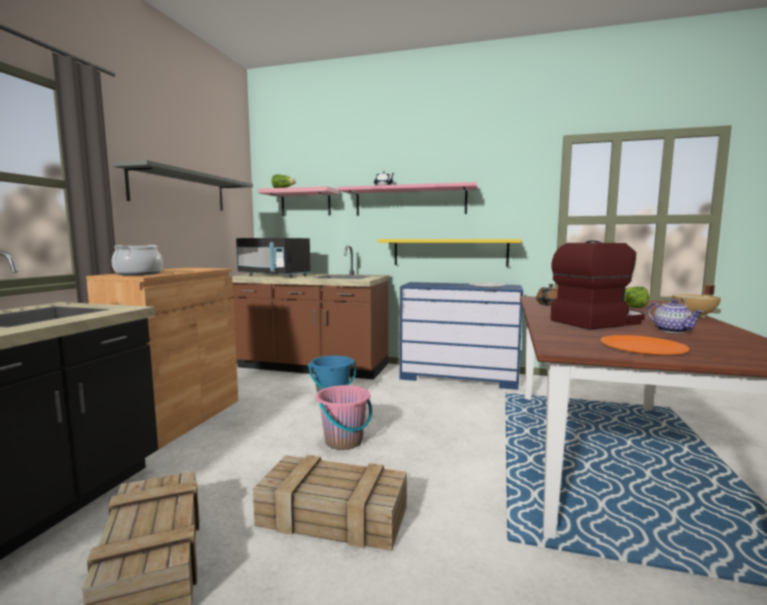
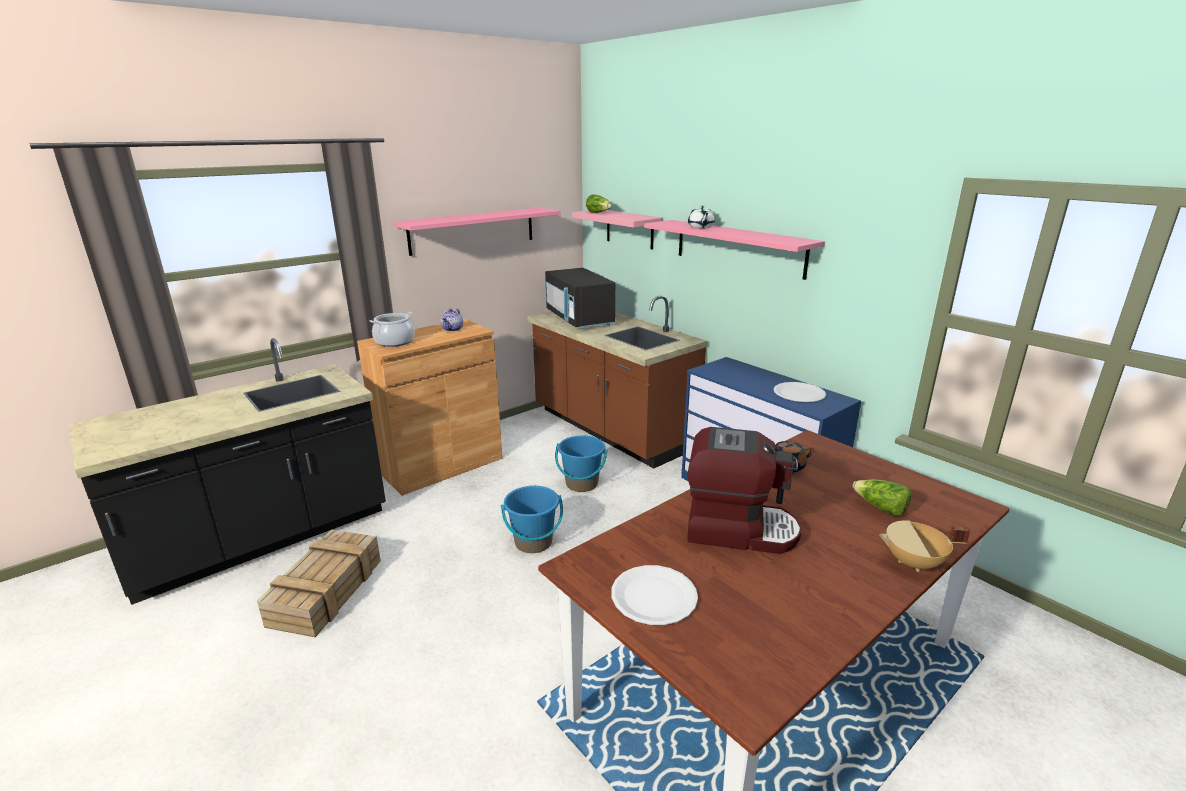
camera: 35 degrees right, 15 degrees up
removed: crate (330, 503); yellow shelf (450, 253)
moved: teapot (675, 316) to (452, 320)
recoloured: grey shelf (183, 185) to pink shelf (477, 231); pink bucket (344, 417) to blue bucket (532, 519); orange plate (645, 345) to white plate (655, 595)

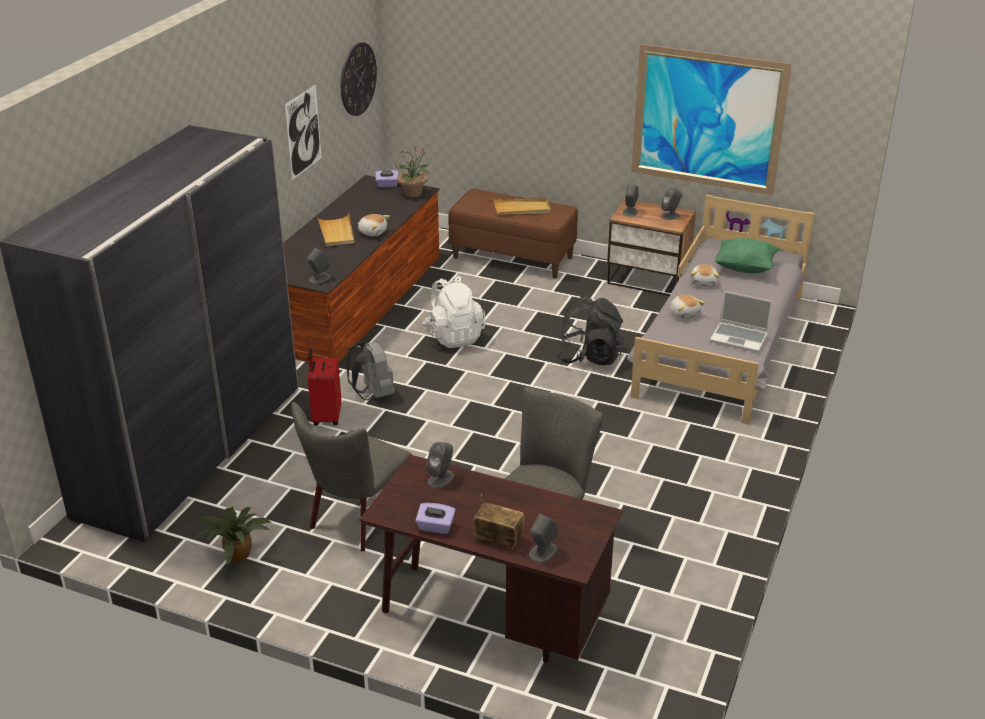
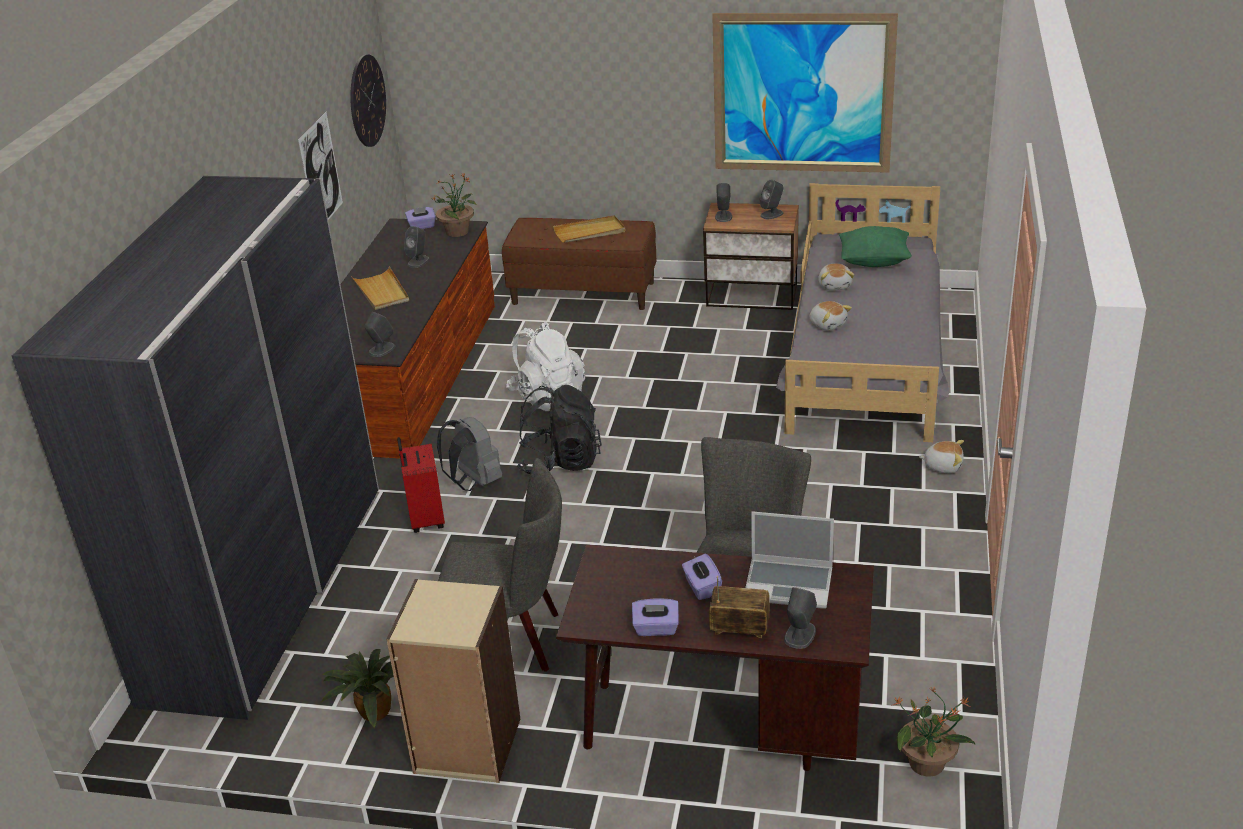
camera: 10 degrees left, 0 degrees up
added: beige bookcase (453, 681); purple tissue box (702, 577); potted plant (933, 732)
moved: plush toy (373, 225) to (941, 457); grey speaker (440, 465) to (417, 247); black backpack (589, 330) to (559, 429); laptop (741, 322) to (789, 560)
turned: grey chair (351, 476) = (500, 565) 105 degrees counterclockwise

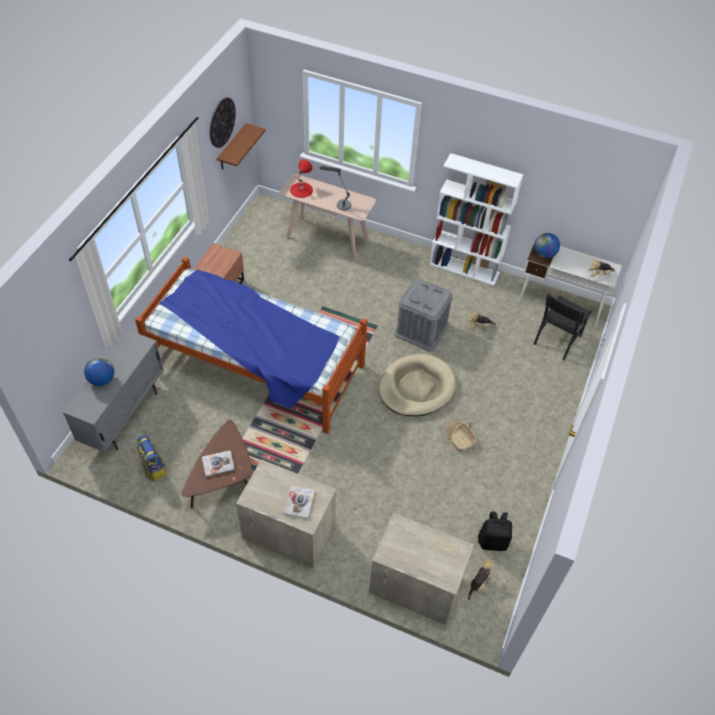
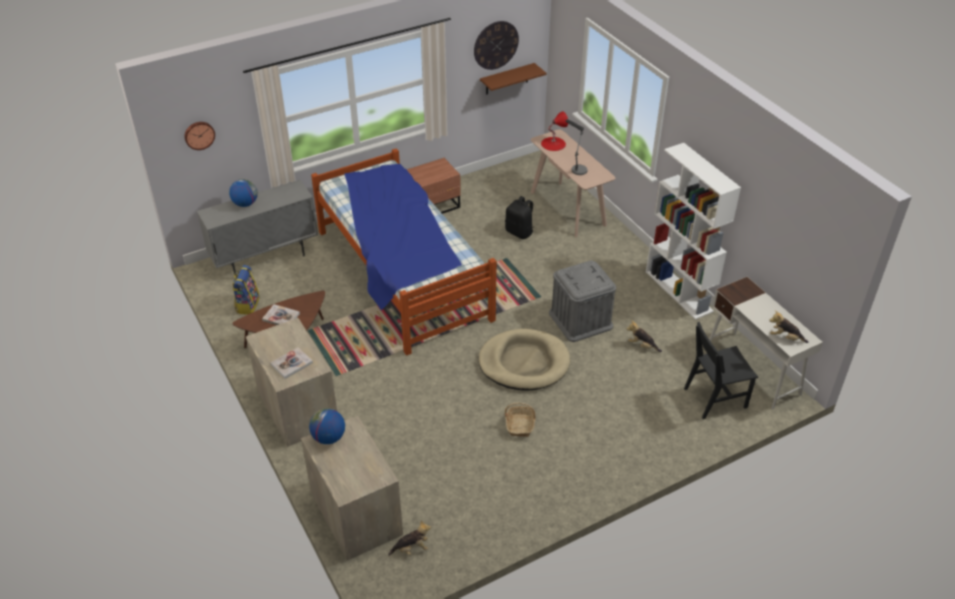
camera: 40 degrees right, 10 degrees down
added: wall clock (199, 136)
moved: black backpack (495, 531) to (519, 217); globe (547, 245) to (327, 426)

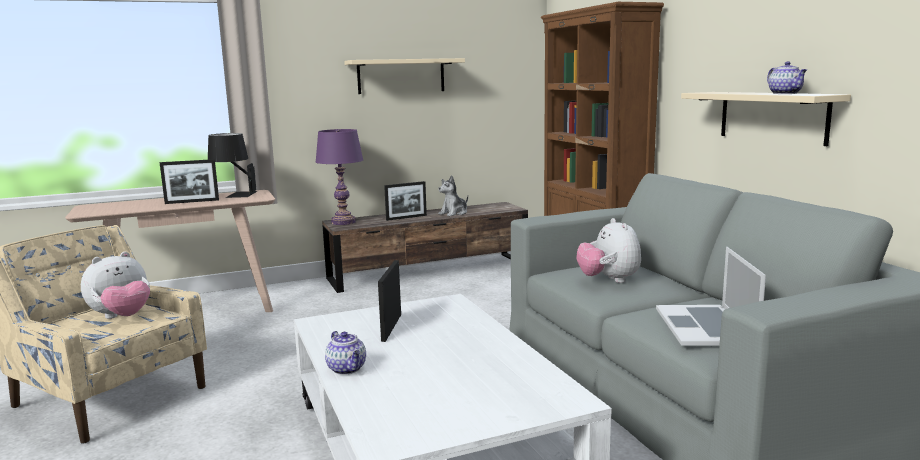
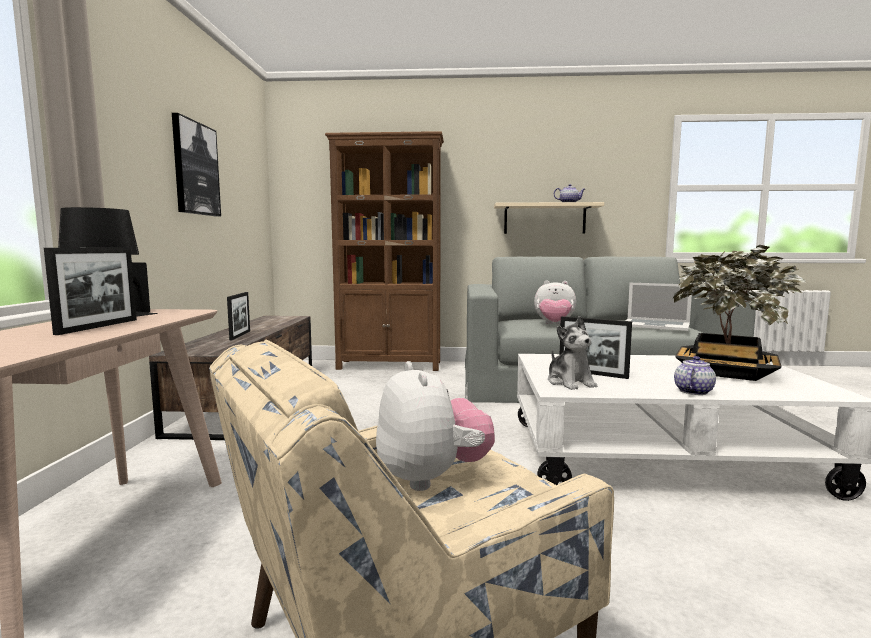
camera: 65 degrees left, 5 degrees down
removed: purple table lamp (339, 177)
added: potted plant (739, 313)
moved: plush toy (453, 195) to (572, 353)
replaced: beige shelf (404, 76) to picture (196, 165)
turned: teapot (345, 353) = (695, 375) 45 degrees counterclockwise

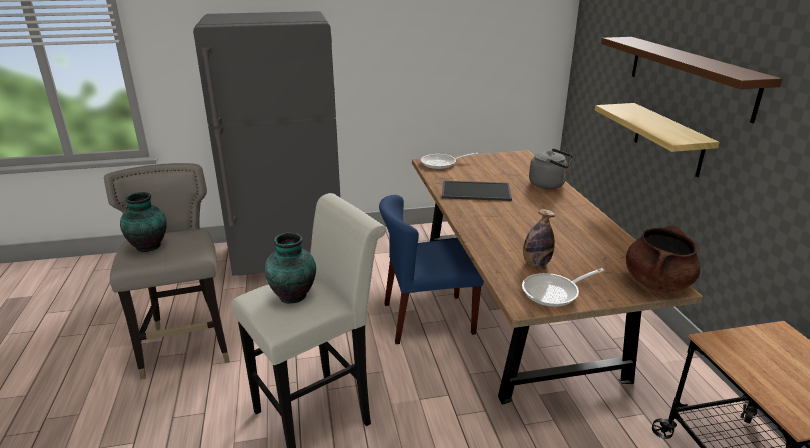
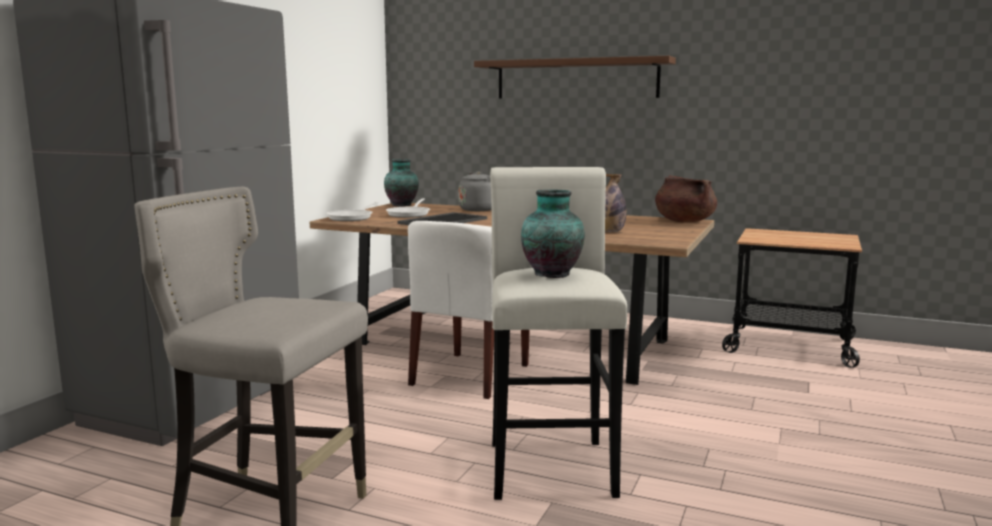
camera: 55 degrees left, 15 degrees down
removed: shelf (657, 140)
moved: vase (143, 222) to (401, 183); frying pan (563, 287) to (408, 208)
recoloured: blue chair (431, 269) to white chair (469, 310)

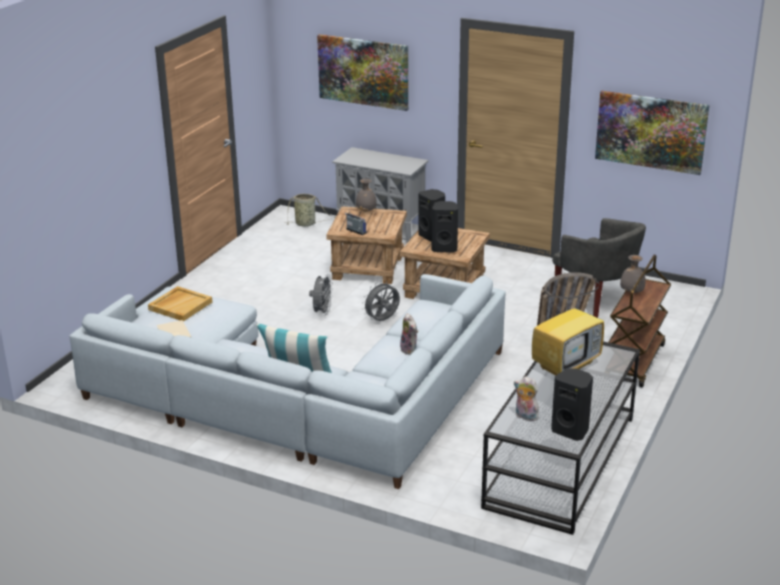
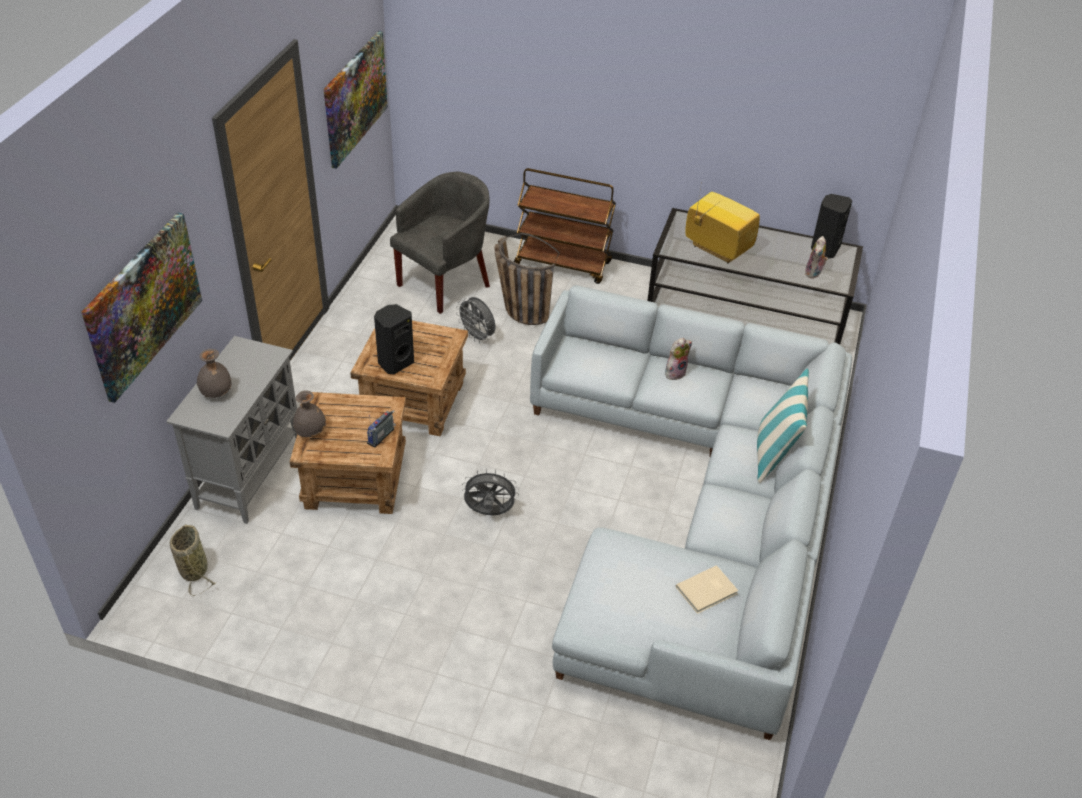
camera: 100 degrees left, 15 degrees up
removed: beige tray (180, 303); black speaker (445, 227)
moved: grey fan (381, 301) to (475, 320); grey vase (633, 274) to (214, 373)

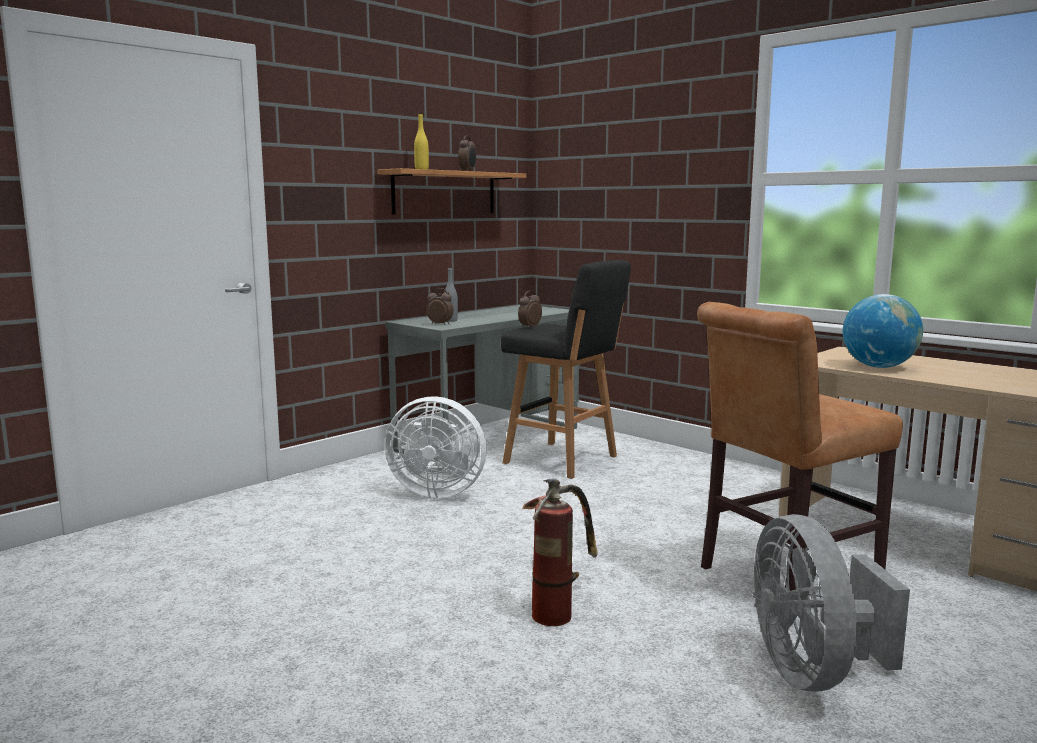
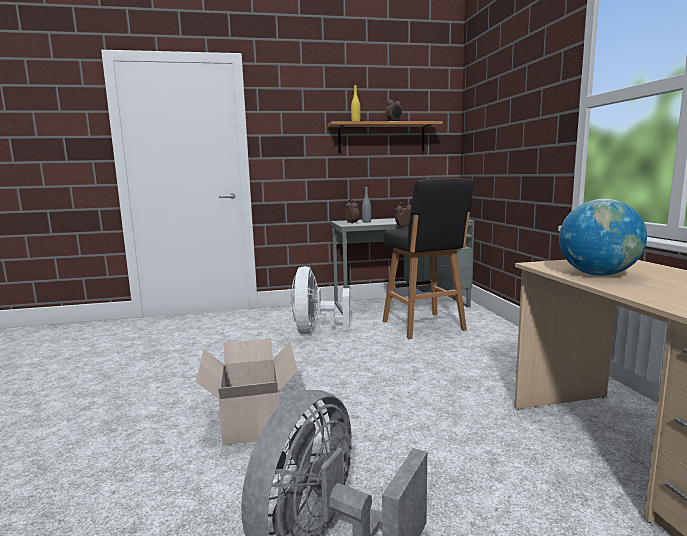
camera: 35 degrees right, 0 degrees up
removed: brown chair (800, 446)
replaced: fire extinguisher (560, 552) to cardboard box (247, 392)
turned: white fan (436, 447) = (320, 300) 45 degrees clockwise

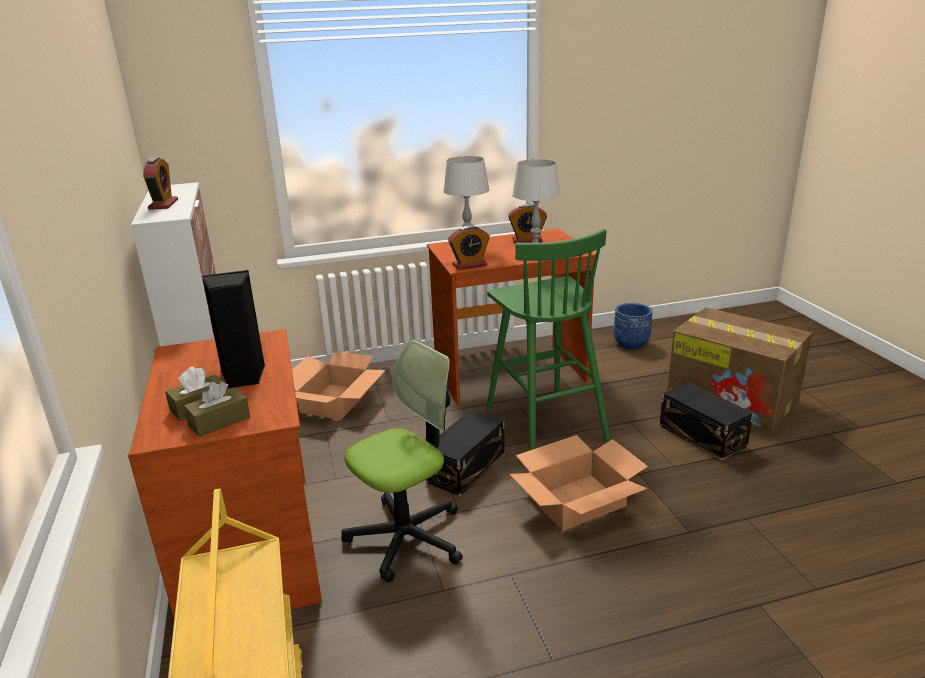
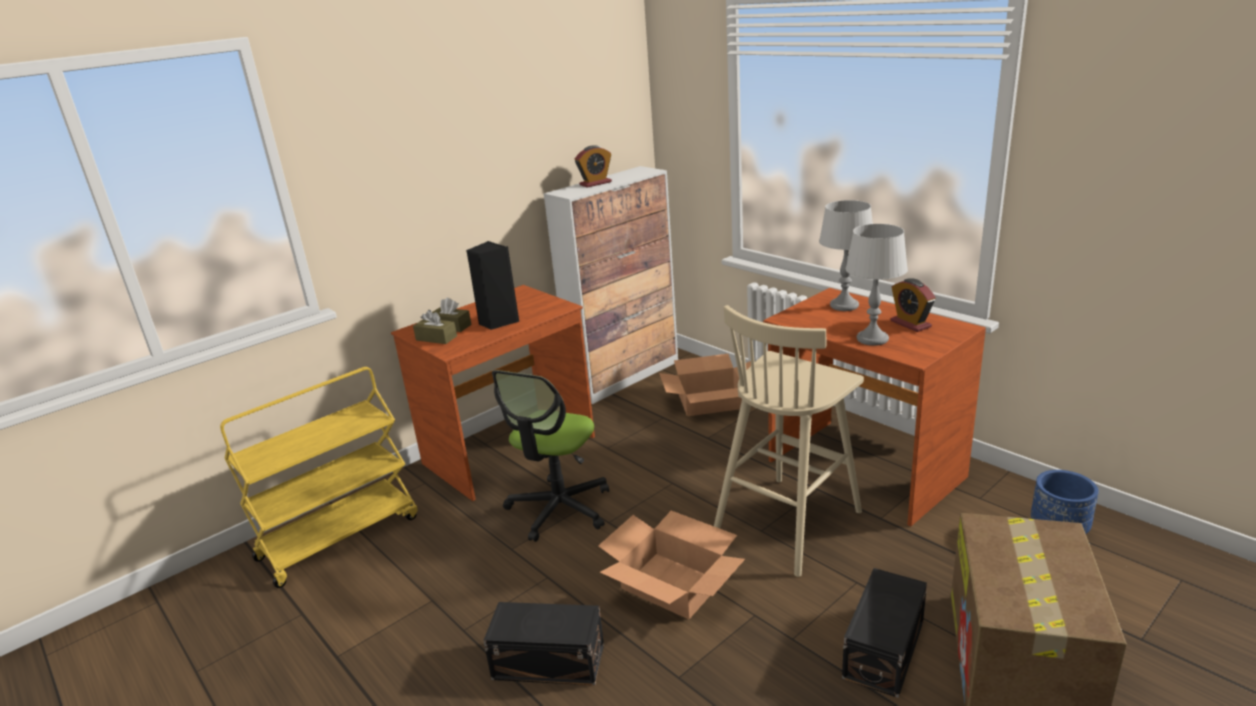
camera: 65 degrees right, 0 degrees up
removed: alarm clock (469, 247)
moved: black storage box (465, 453) to (543, 643)
recoloured: green stool (548, 340) to beige stool (789, 441)
turned: office chair (402, 460) = (550, 456) 90 degrees clockwise

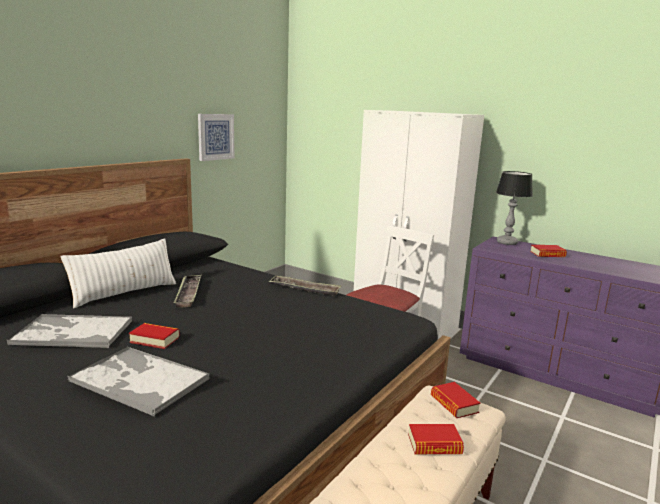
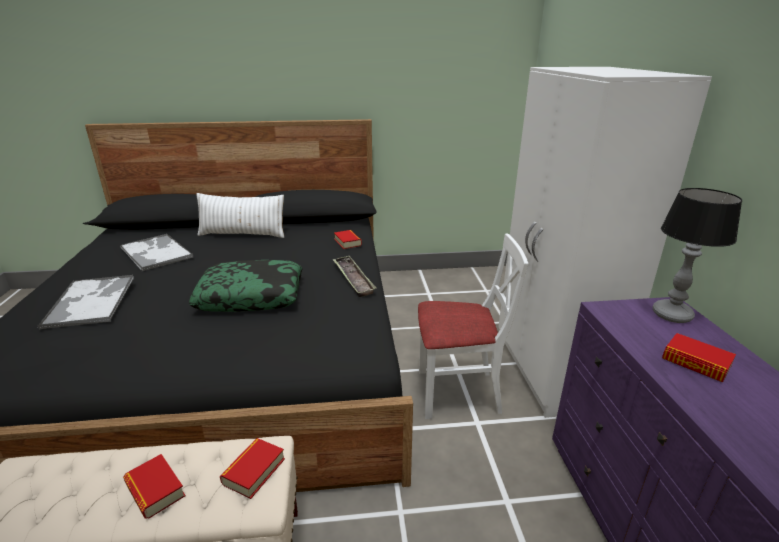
camera: 50 degrees right, 10 degrees up
removed: tray (188, 291); picture (216, 137)
added: pillow (246, 286)
moved: book (154, 336) to (348, 239)

